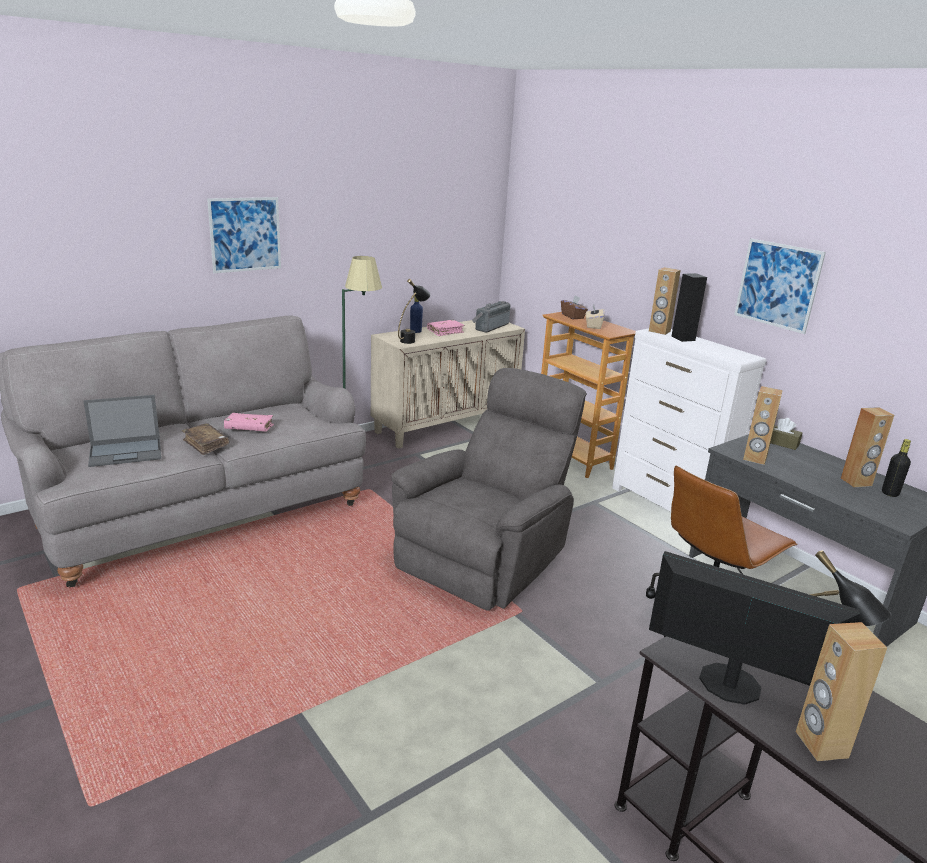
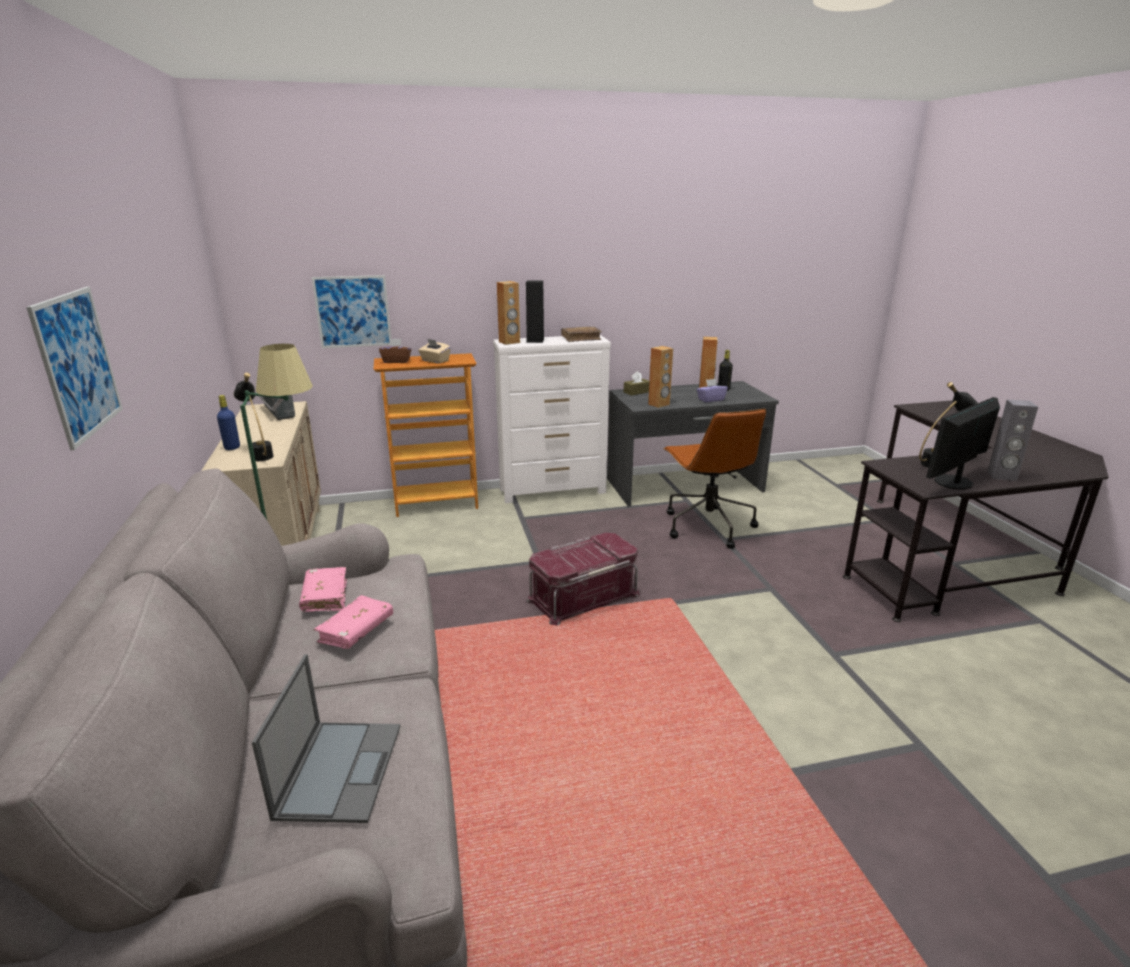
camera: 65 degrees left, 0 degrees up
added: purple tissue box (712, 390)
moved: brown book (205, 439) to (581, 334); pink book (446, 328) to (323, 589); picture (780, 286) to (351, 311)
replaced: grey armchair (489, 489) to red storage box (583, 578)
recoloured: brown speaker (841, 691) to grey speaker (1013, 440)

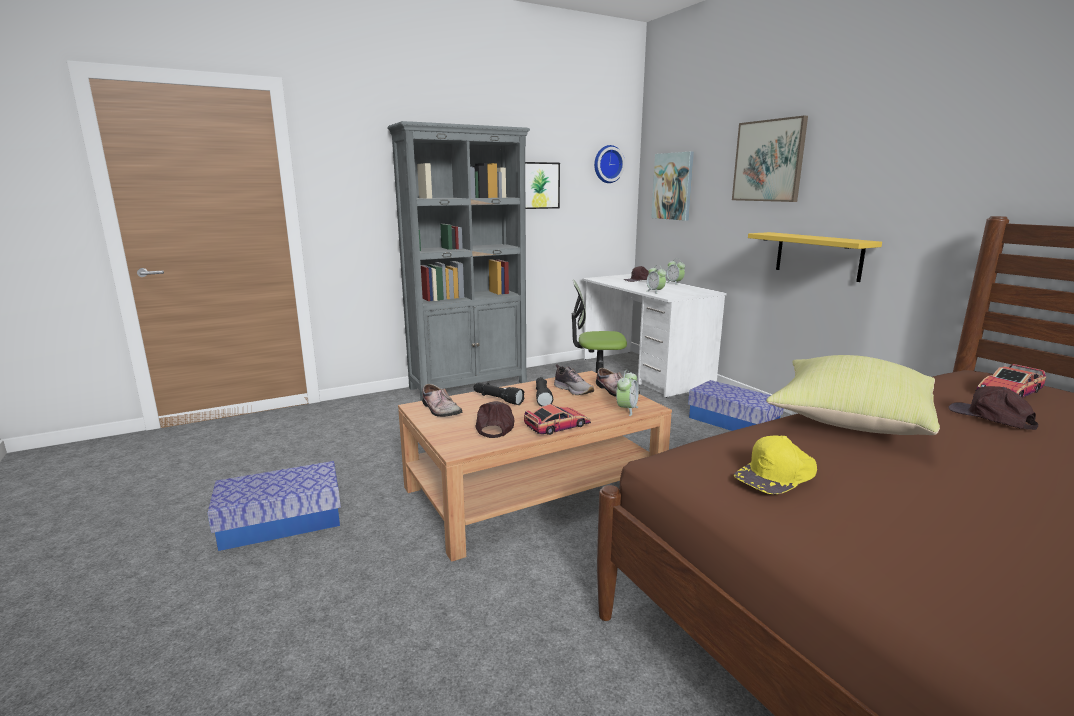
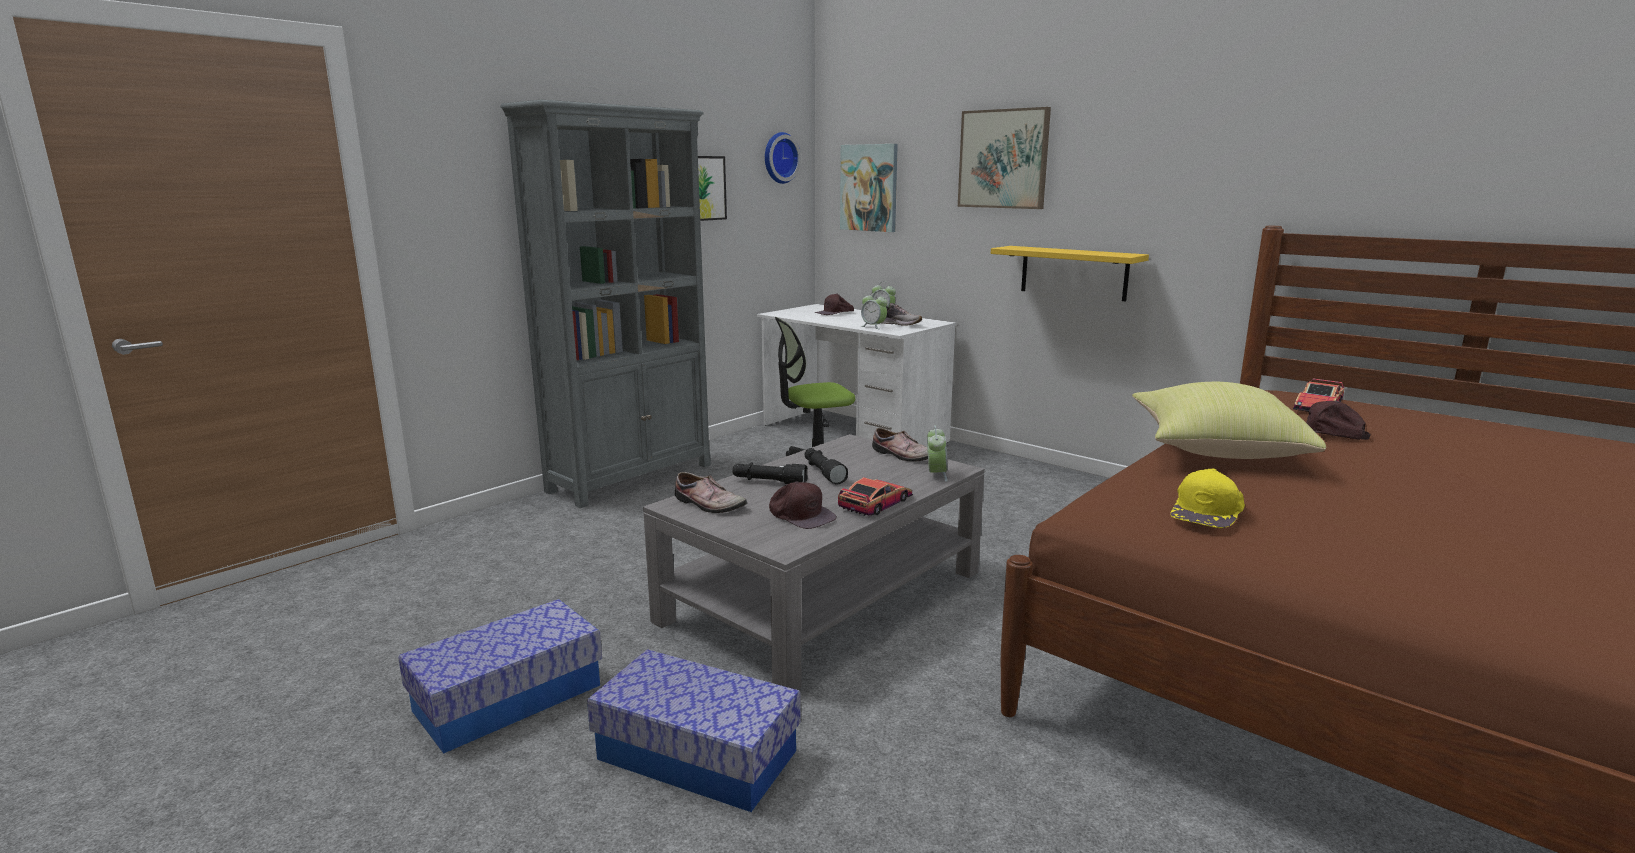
camera: 20 degrees left, 0 degrees up
moved: shoe (574, 379) to (902, 314); storage box (736, 405) to (694, 730)
recoloured: brown coffee table (535, 466) to grey coffee table (814, 562)
turned: brown cap (495, 419) = (803, 505) 150 degrees clockwise

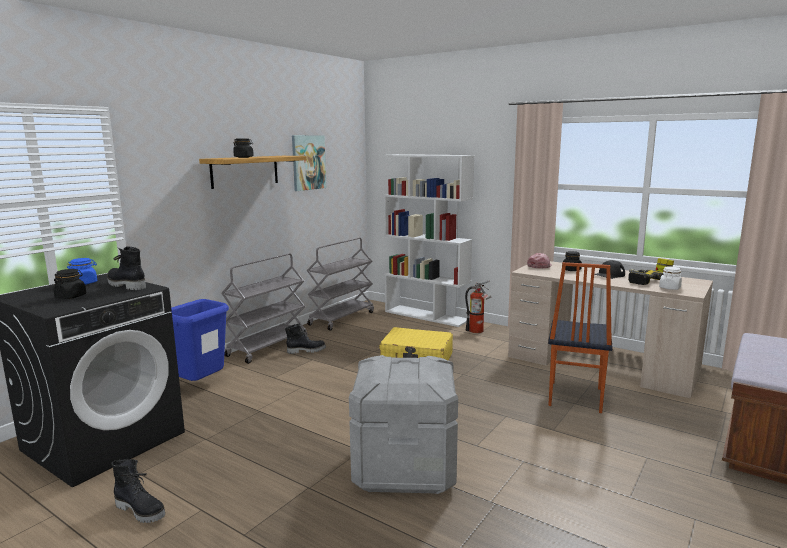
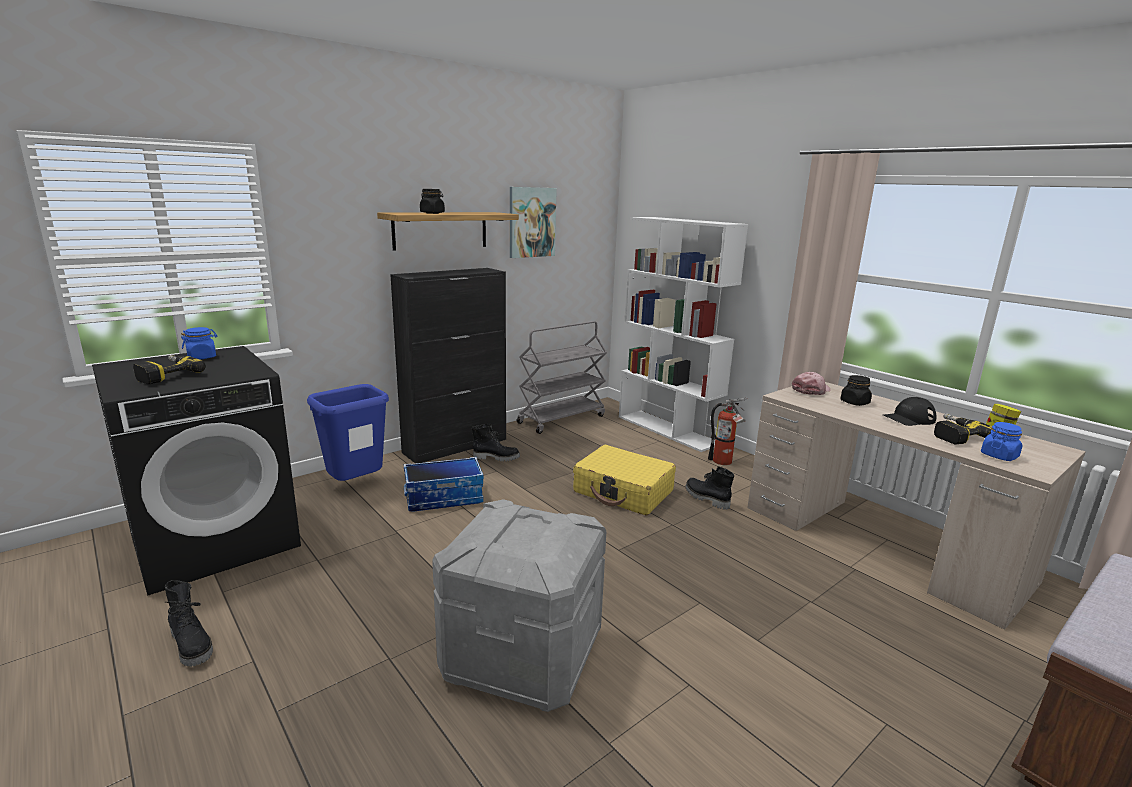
camera: 15 degrees right, 5 degrees up
removed: chair (580, 337)
added: storage box (444, 484)
moved: black boot (126, 268) to (709, 488)
replaced: black jar (69, 284) to power drill (169, 369); grey cart (265, 308) to black cabinet (448, 366)
recoloured: white jar (670, 278) to blue jar (1001, 441)

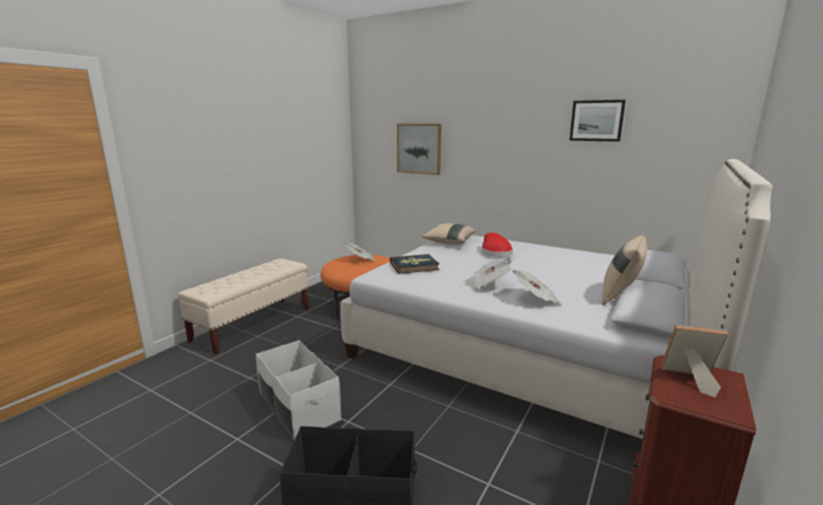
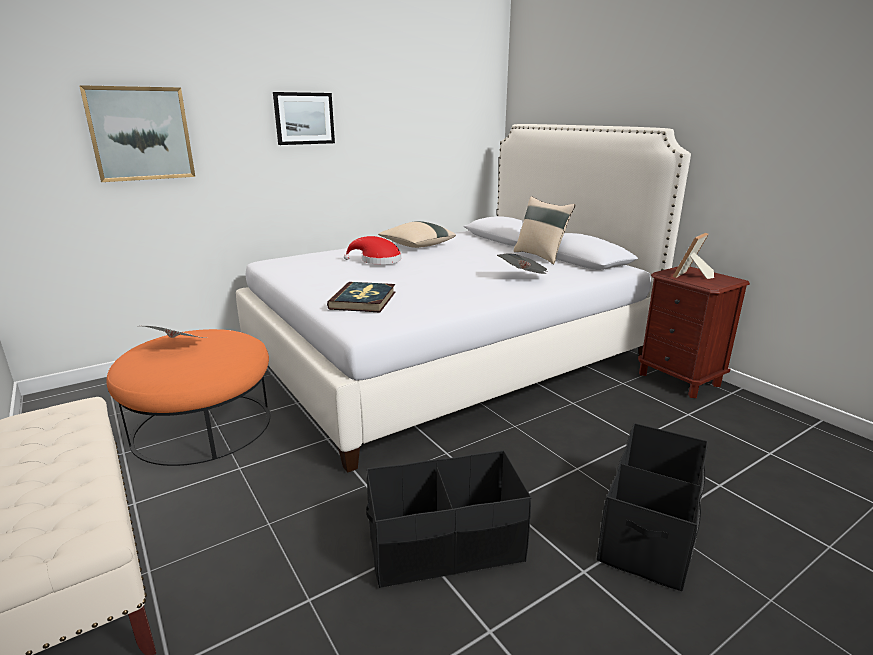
camera: 65 degrees left, 5 degrees up
removed: newspaper (488, 273)
moved: beige pillow (449, 234) to (417, 234); picture (597, 121) to (304, 118)
recoloured: white storage box (298, 390) to black storage box (448, 519)

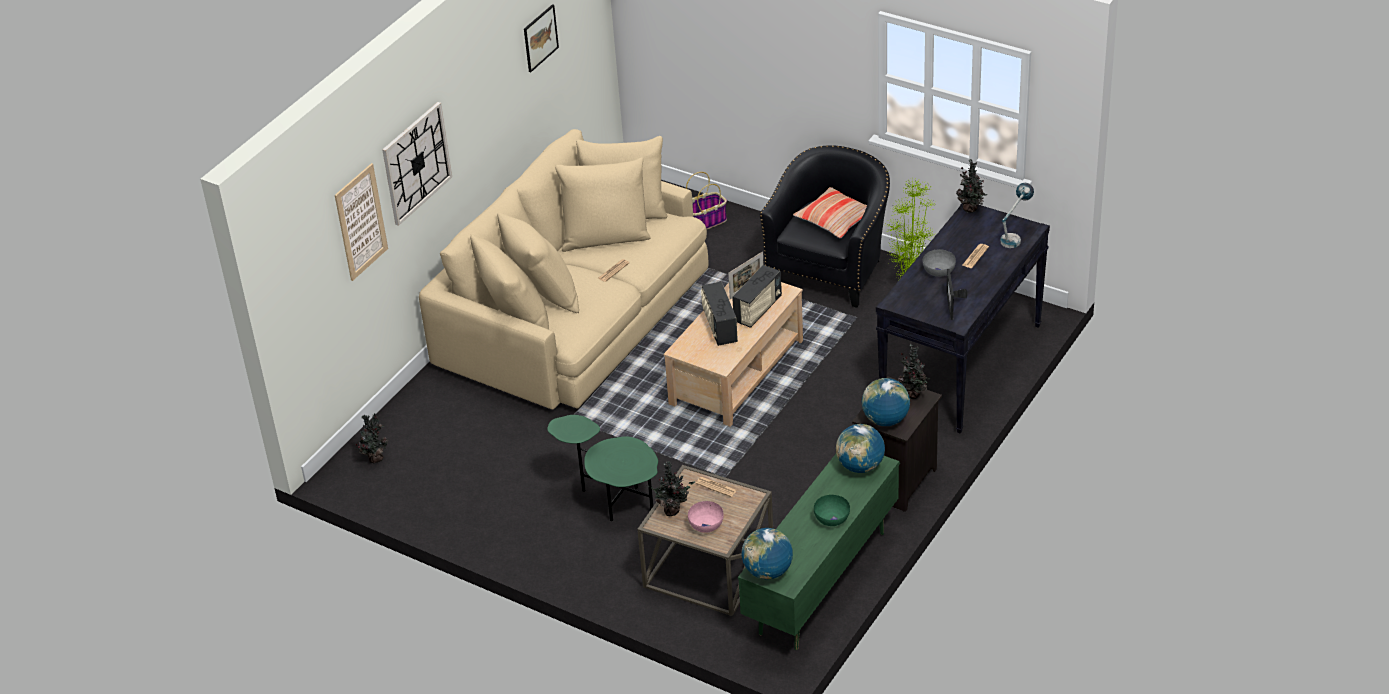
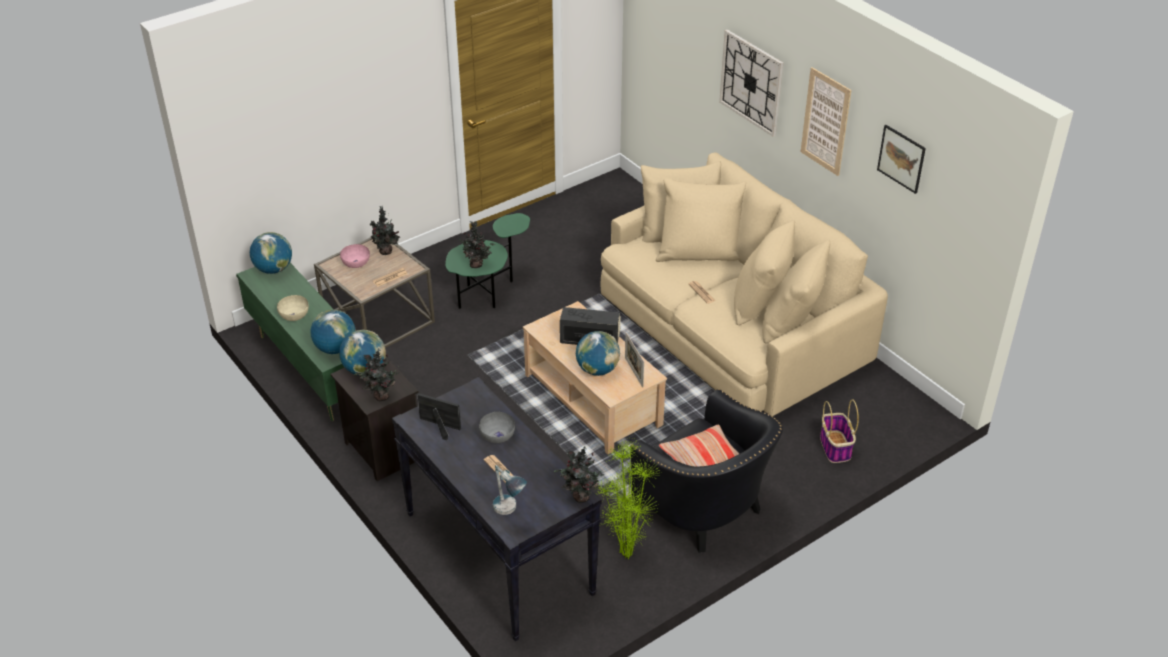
camera: 110 degrees right, 0 degrees up
moved: picture (361, 222) to (826, 121); potted plant (372, 438) to (478, 244)
replaced: radio (757, 296) to globe (598, 353)
recoloured: green bowl (832, 510) to beige bowl (293, 308)

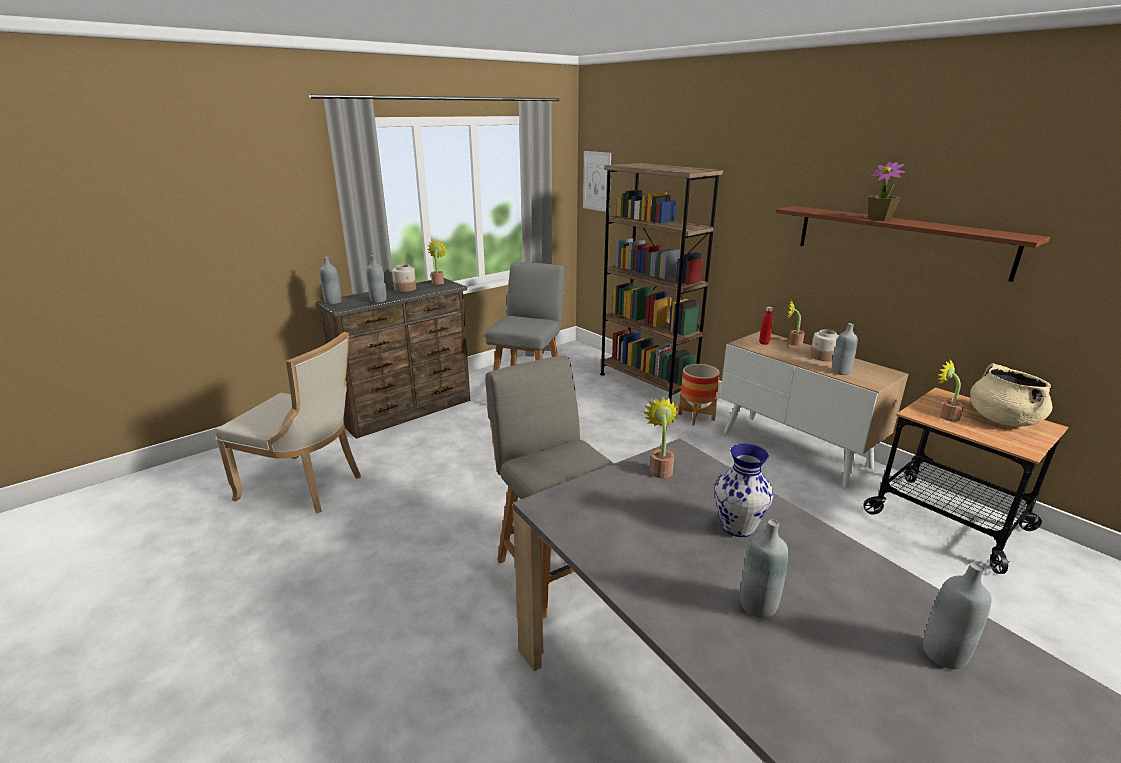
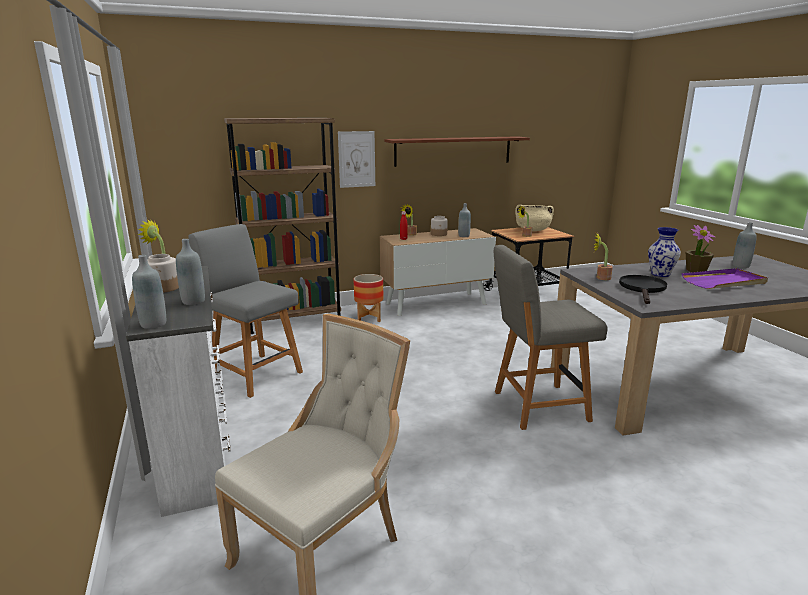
camera: 70 degrees left, 5 degrees down
added: black frying pan (643, 289)
moved: picture (597, 181) to (356, 159); potted plant (886, 191) to (700, 248)
replaced: grey bottle (764, 569) to purple tray (725, 278)
recoloured: brown dresser (392, 358) to white dresser (178, 391)

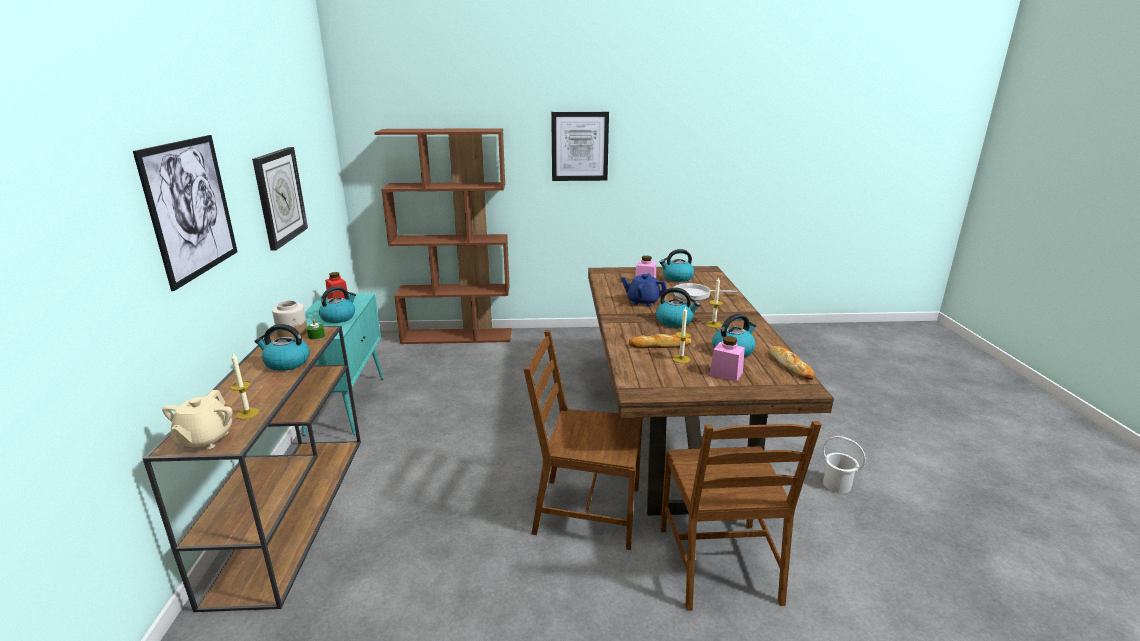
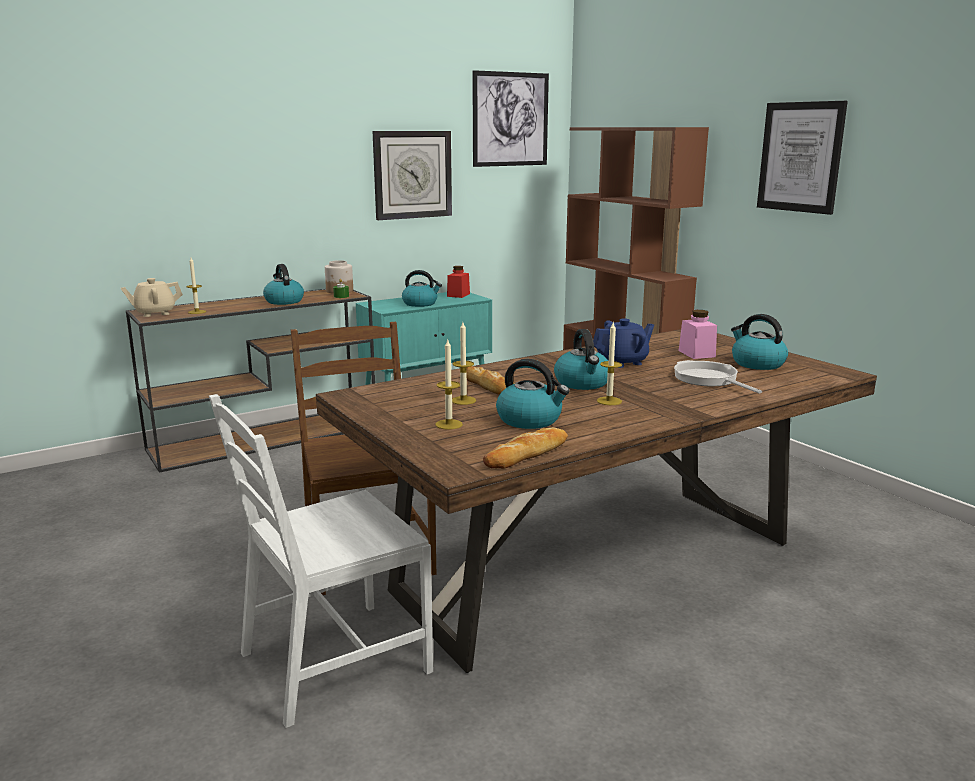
camera: 60 degrees right, 5 degrees down
removed: white bucket (844, 464)
moved: picture (185, 213) to (510, 118)
replaced: pink jar (727, 359) to candle (449, 384)
recoloured: brown chair (740, 516) to white chair (321, 561)
turned: blue teapot (644, 290) = (623, 343) 75 degrees clockwise

